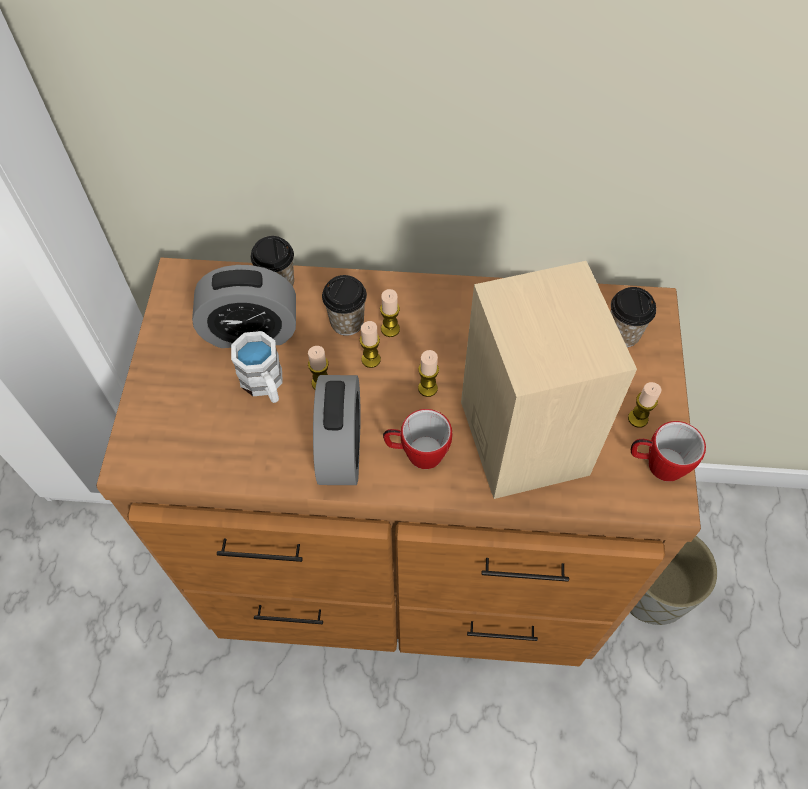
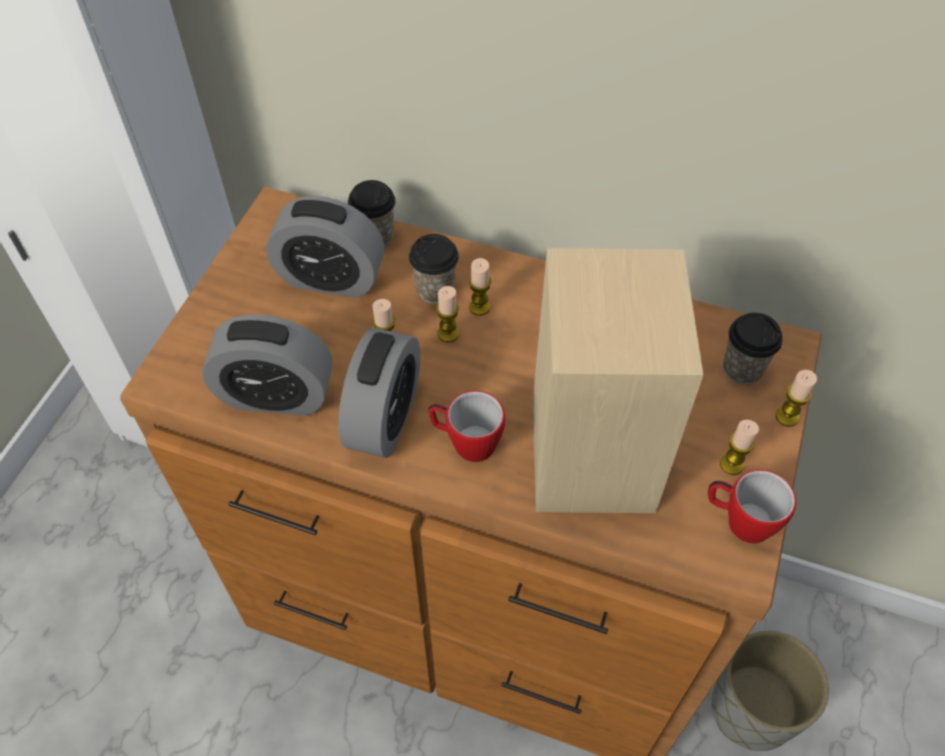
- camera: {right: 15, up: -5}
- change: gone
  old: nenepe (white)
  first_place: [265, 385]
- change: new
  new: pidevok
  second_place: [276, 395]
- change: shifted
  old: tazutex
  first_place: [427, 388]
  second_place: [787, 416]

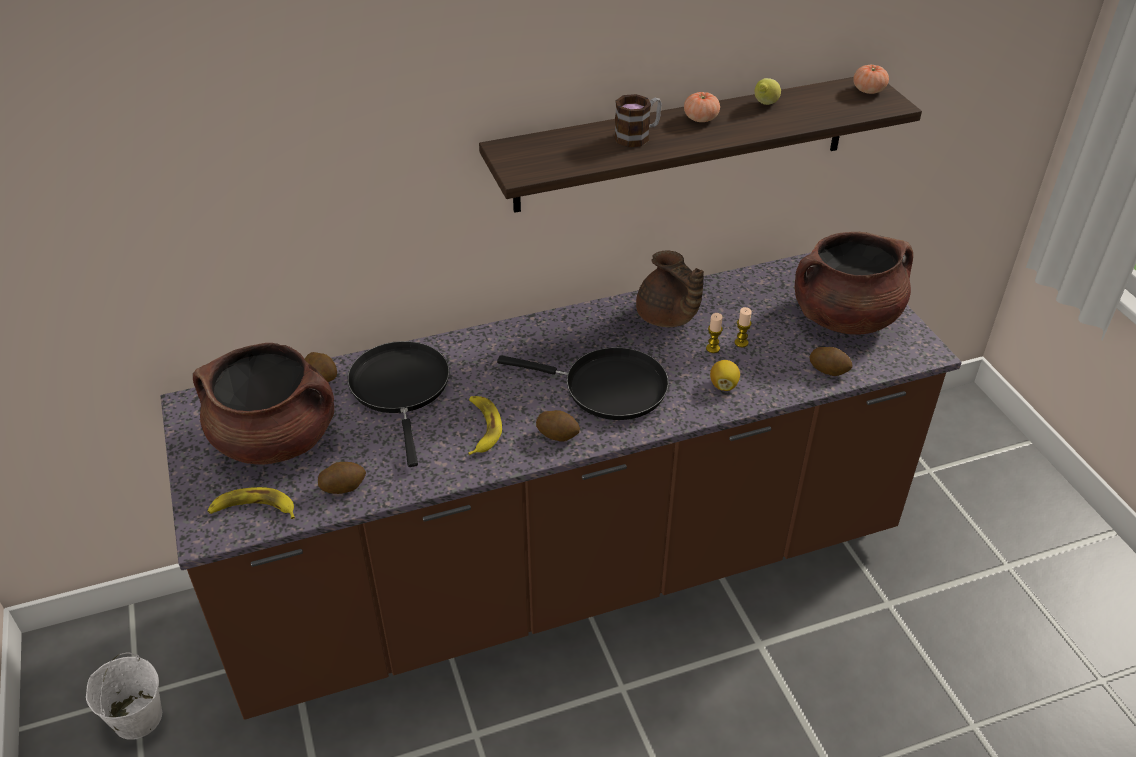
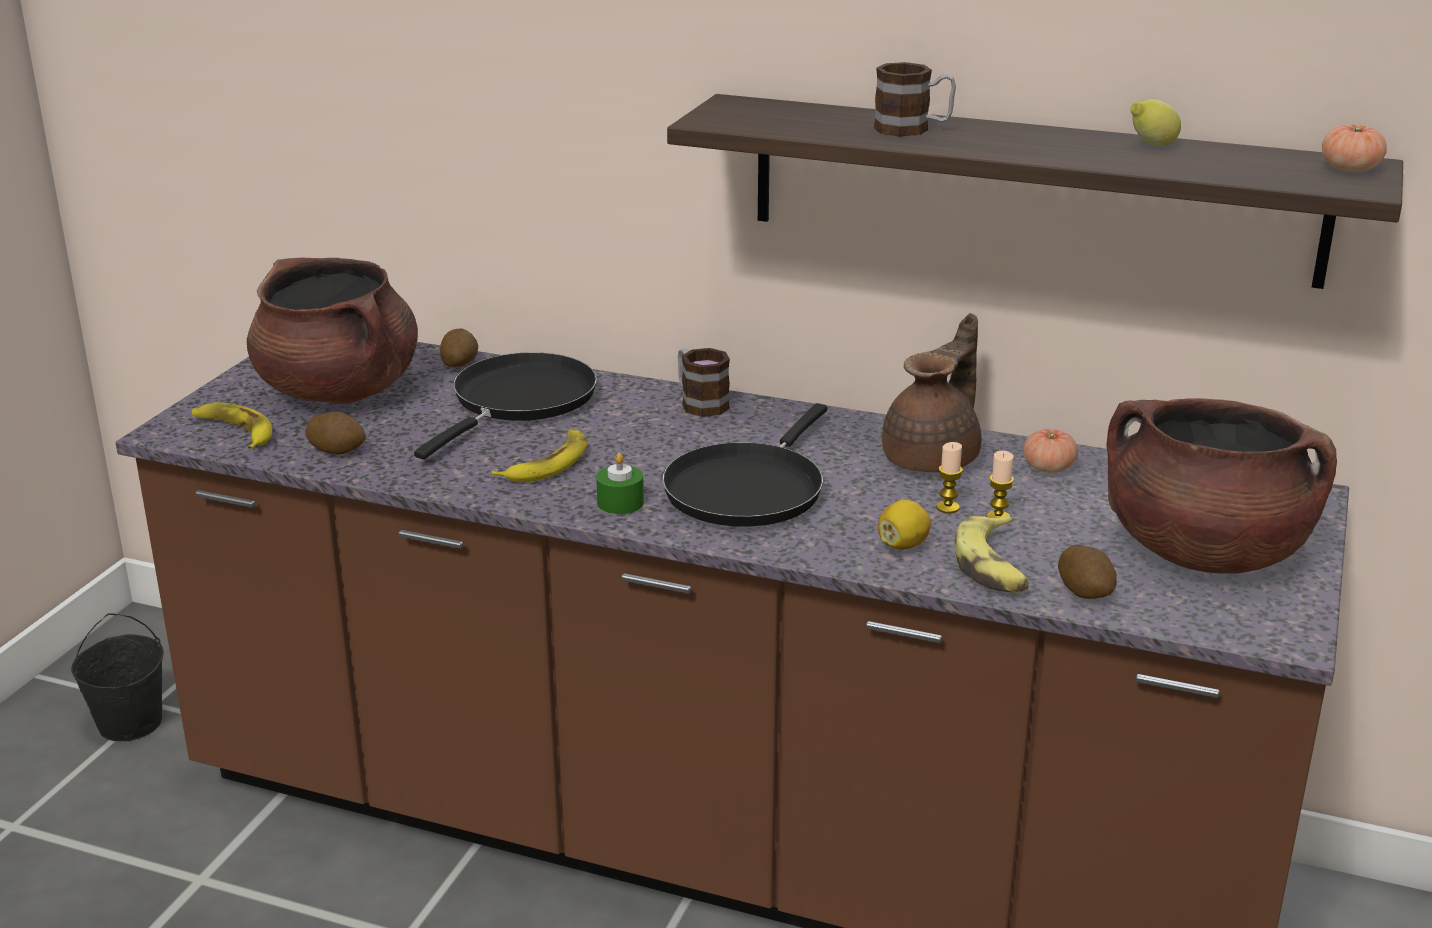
- camera: {right: 40, up: -15}
- change: new
  new: nenepe
  second_place: [699, 402]
- change: new
  new: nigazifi
  second_place: [994, 566]
- change: shifted
  old: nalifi
  first_place: [700, 118]
  second_place: [1048, 468]
- change: swapped
  old: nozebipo
  new: tazutex (green)
  first_place: [558, 434]
  second_place: [620, 503]
- change: repainted
  old: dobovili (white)
  new: dobovili (black)
  first_place: [137, 718]
  second_place: [130, 722]
- change: rotated
  old: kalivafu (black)
  first_place: [608, 388]
  second_place: [748, 489]
  degrees: 60
- change: rotated
  old: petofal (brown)
  first_place: [667, 317]
  second_place: [934, 458]
  degrees: -150

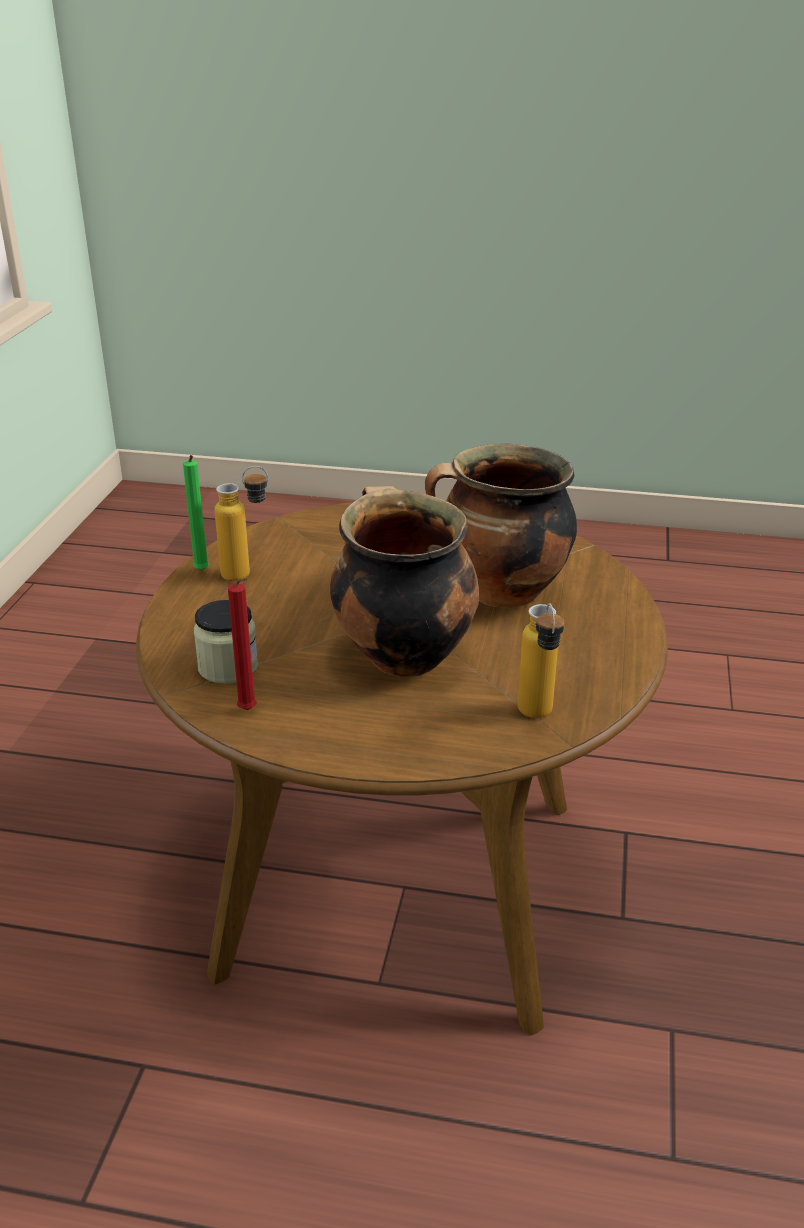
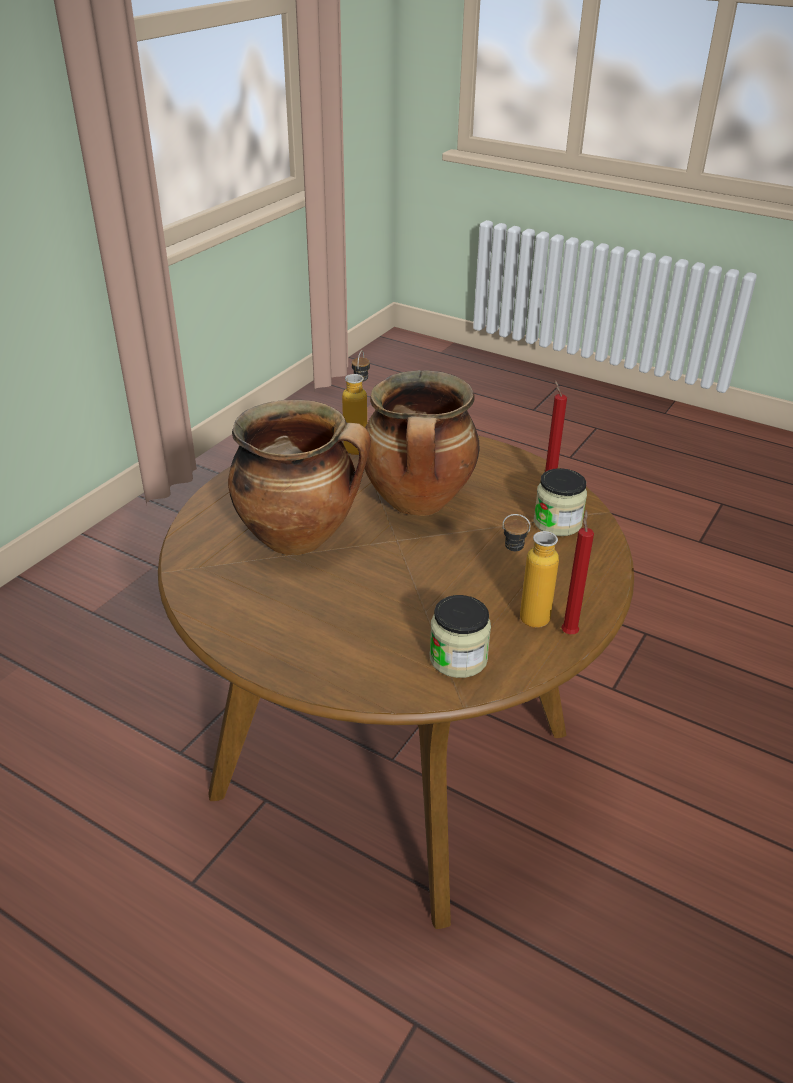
- camera: {right: -160, up: 5}
- change: new
  new: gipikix
  second_place: [458, 658]
- change: repainted
  old: tazutex (green)
  new: tazutex (red)
  first_place: [201, 572]
  second_place: [569, 632]

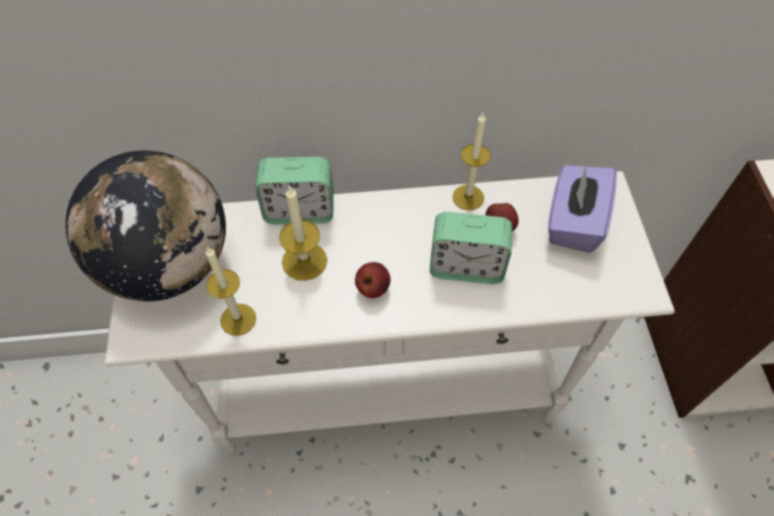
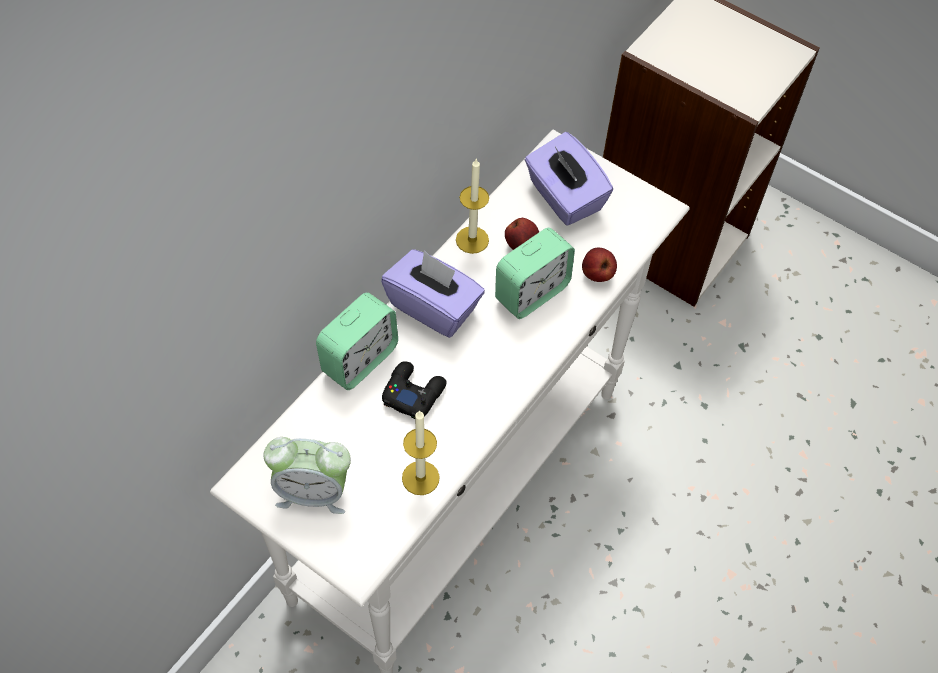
- camera: {right: -50, up: 0}
- change: new
  new: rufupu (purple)
  second_place: [433, 307]
- change: shifted
  old: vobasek
  first_place: [372, 288]
  second_place: [597, 274]
- change: swapped
  old: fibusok
  new: pidevok
  first_place: [170, 265]
  second_place: [313, 492]
- change: swapped
  old: tazutex
  new: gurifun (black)
  first_place: [304, 261]
  second_place: [413, 393]

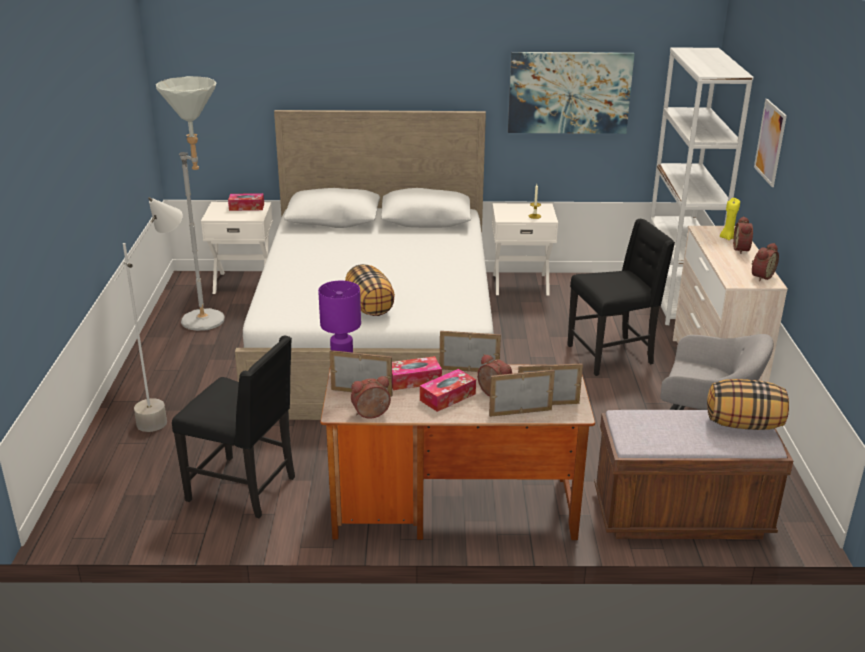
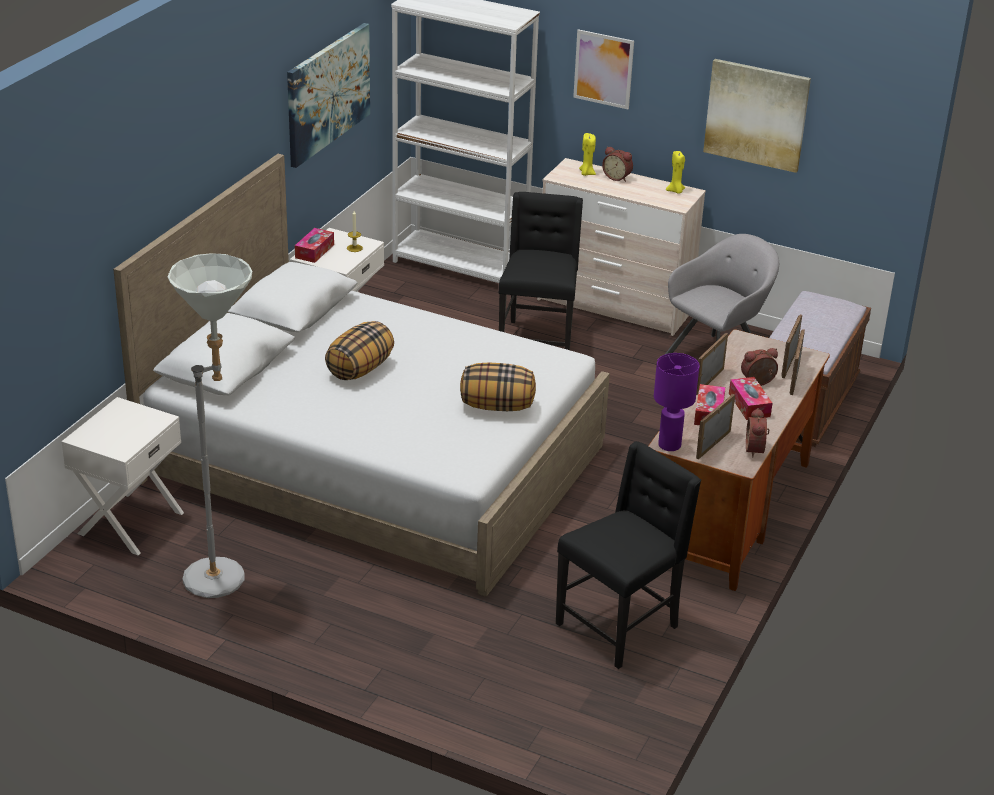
- camera: {right: -65, up: 5}
- change: gone
  old: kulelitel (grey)
  first_place: [170, 412]
- change: new
  new: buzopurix
  second_place: [756, 114]
- change: shifted
  old: rufupu
  first_place: [246, 207]
  second_place: [314, 251]
- change: shifted
  old: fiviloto
  first_place: [744, 424]
  second_place: [360, 369]
- change: swapped
  old: pidevok
  new: tazutex (yellow)
  first_place: [760, 276]
  second_place: [675, 191]

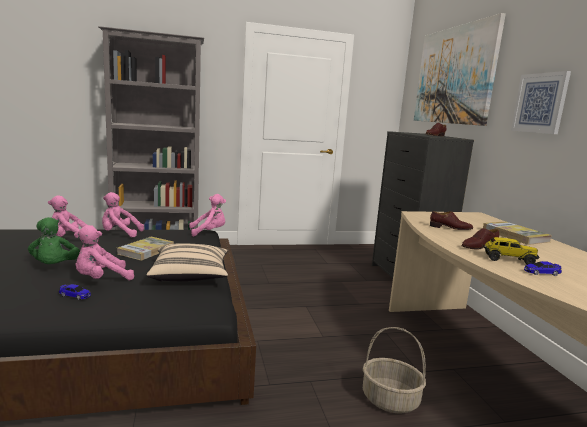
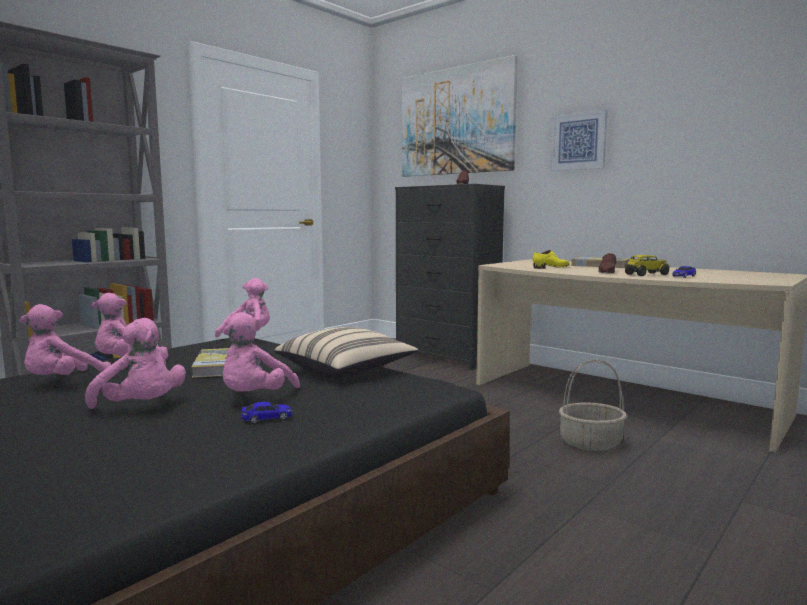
- camera: {right: -35, up: -5}
- change: repainted
  old: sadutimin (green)
  new: sadutimin (pink)
  first_place: [54, 267]
  second_place: [141, 407]
- change: repainted
  old: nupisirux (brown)
  new: nupisirux (yellow)
  first_place: [450, 228]
  second_place: [551, 267]

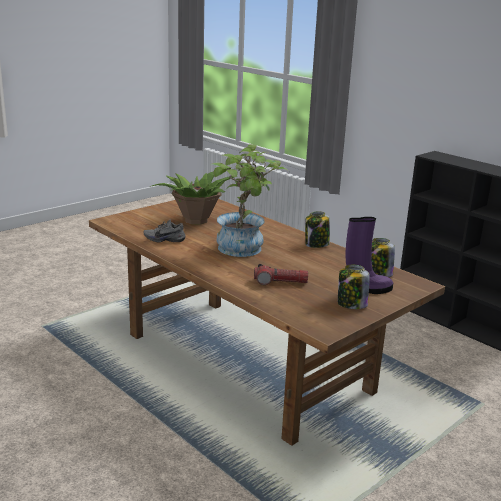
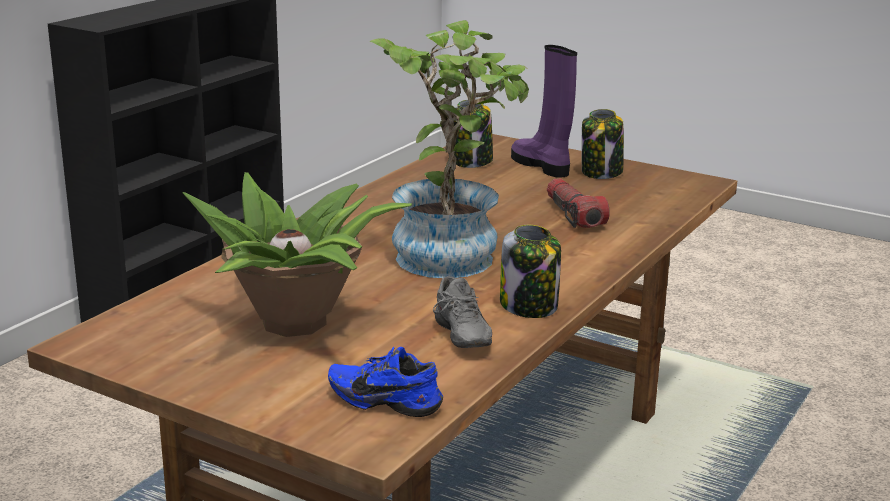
- camera: {right: -105, up: 0}
- change: new
  new: nupisirux (blue)
  second_place: [386, 400]
- change: shifted
  old: gipikix
  first_place: [316, 244]
  second_place: [529, 306]

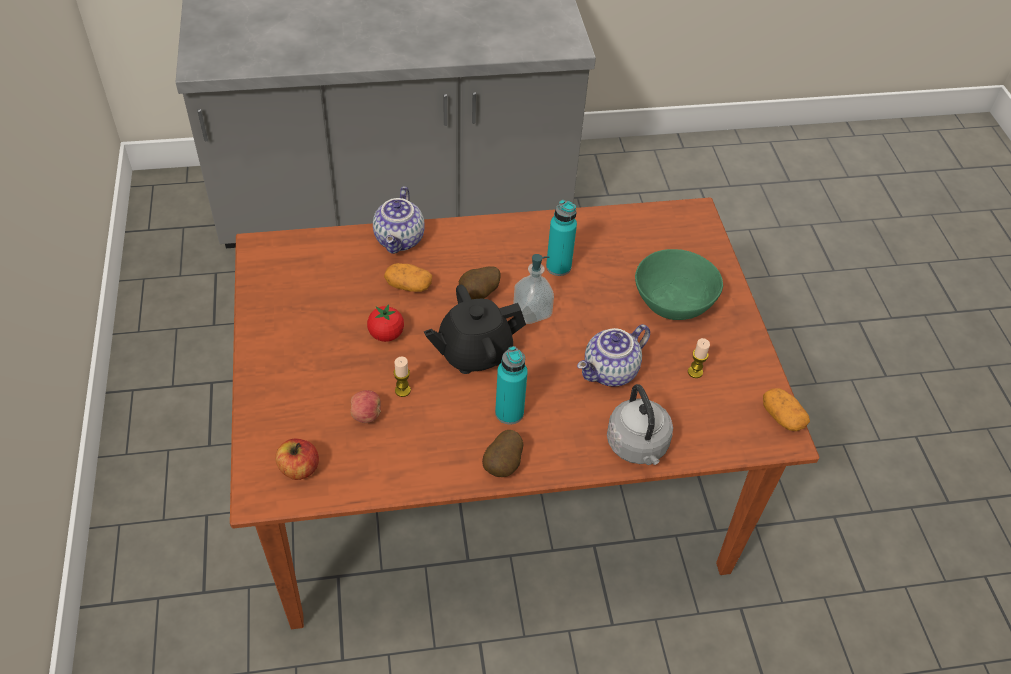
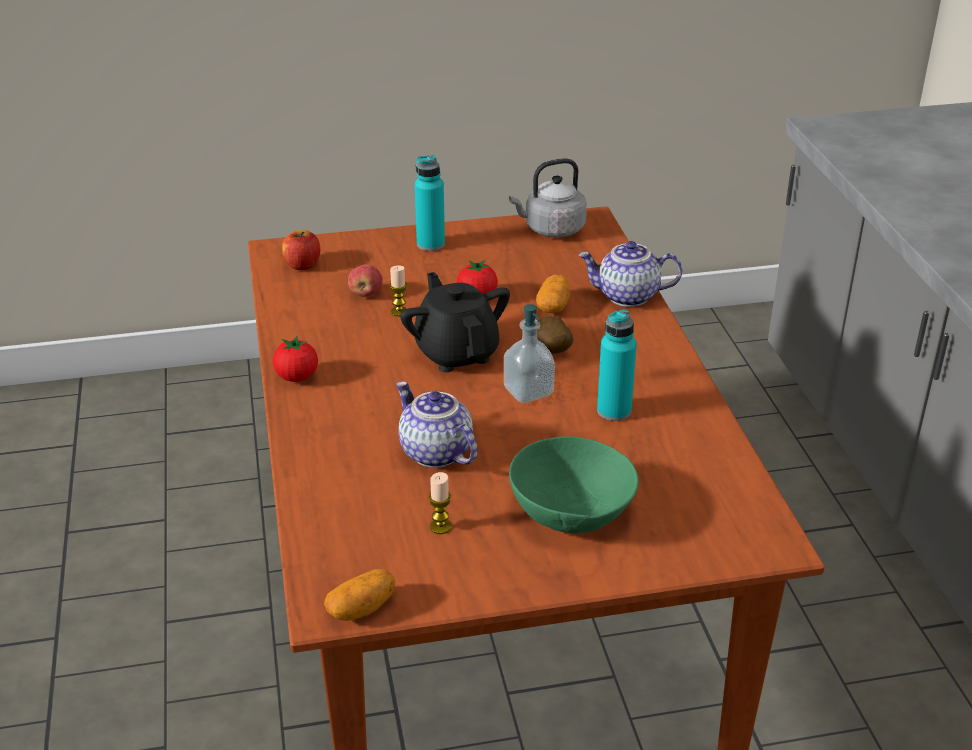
- camera: {right: 90, up: -15}
- change: shifted
  old: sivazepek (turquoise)
  first_place: [509, 413]
  second_place: [430, 244]
- change: shifted
  old: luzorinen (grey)
  first_place: [638, 447]
  second_place: [551, 229]
- change: swapped
  old: nozebipo
  new: nalifi
  first_place: [503, 465]
  second_place: [297, 377]

